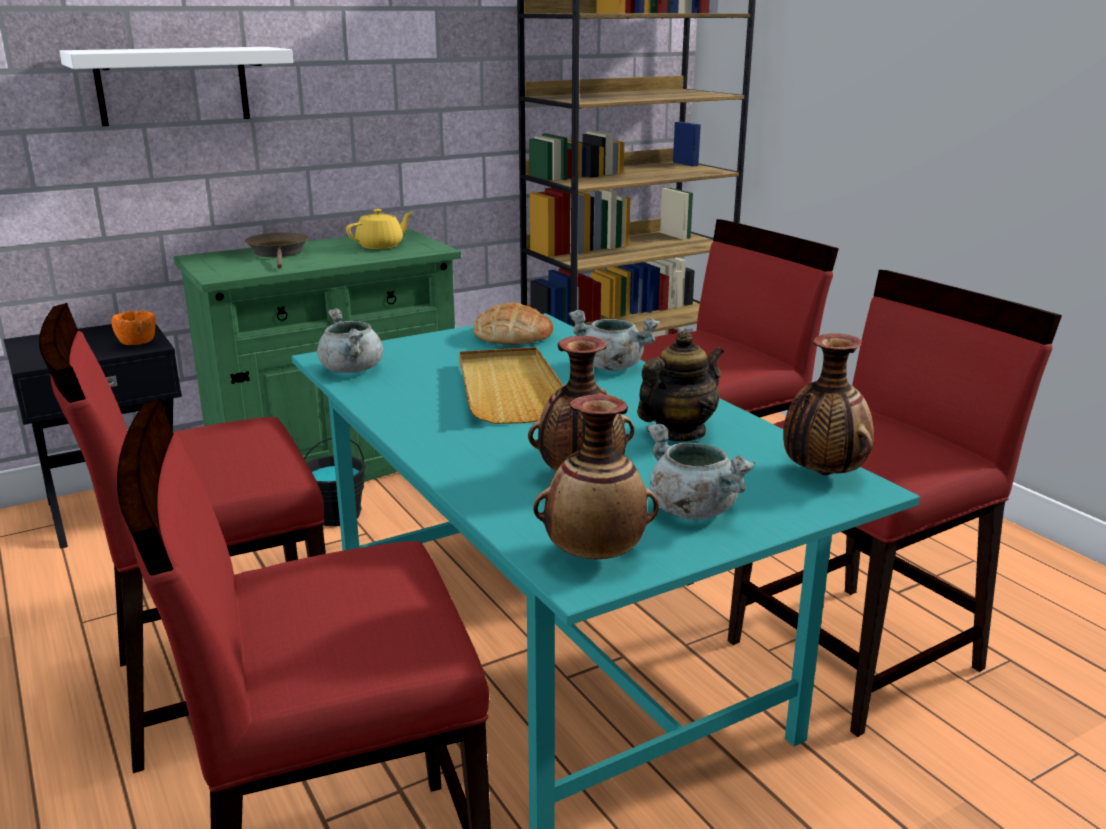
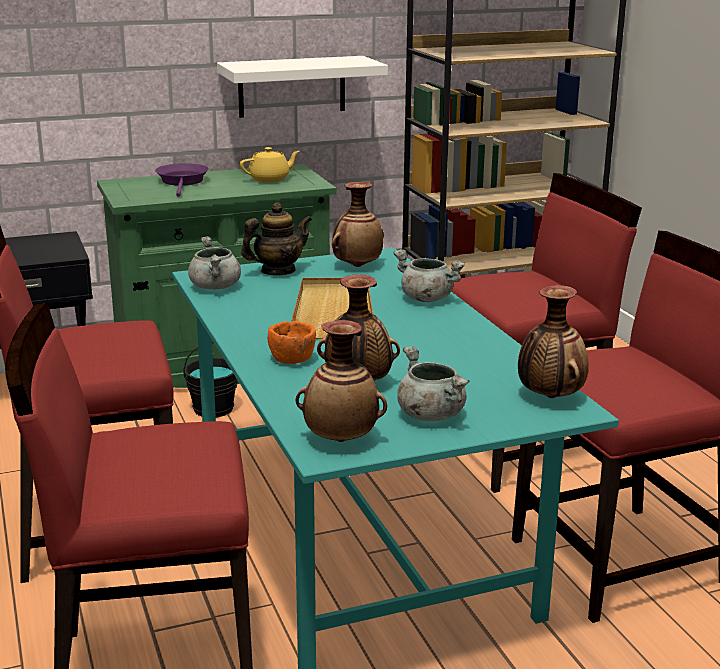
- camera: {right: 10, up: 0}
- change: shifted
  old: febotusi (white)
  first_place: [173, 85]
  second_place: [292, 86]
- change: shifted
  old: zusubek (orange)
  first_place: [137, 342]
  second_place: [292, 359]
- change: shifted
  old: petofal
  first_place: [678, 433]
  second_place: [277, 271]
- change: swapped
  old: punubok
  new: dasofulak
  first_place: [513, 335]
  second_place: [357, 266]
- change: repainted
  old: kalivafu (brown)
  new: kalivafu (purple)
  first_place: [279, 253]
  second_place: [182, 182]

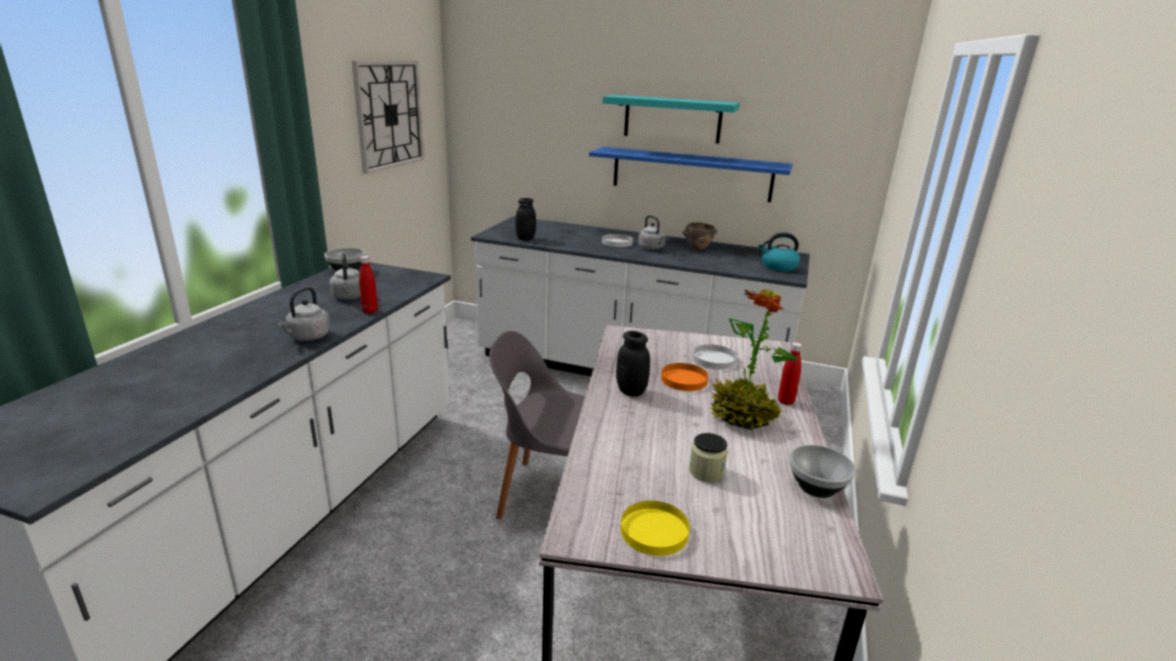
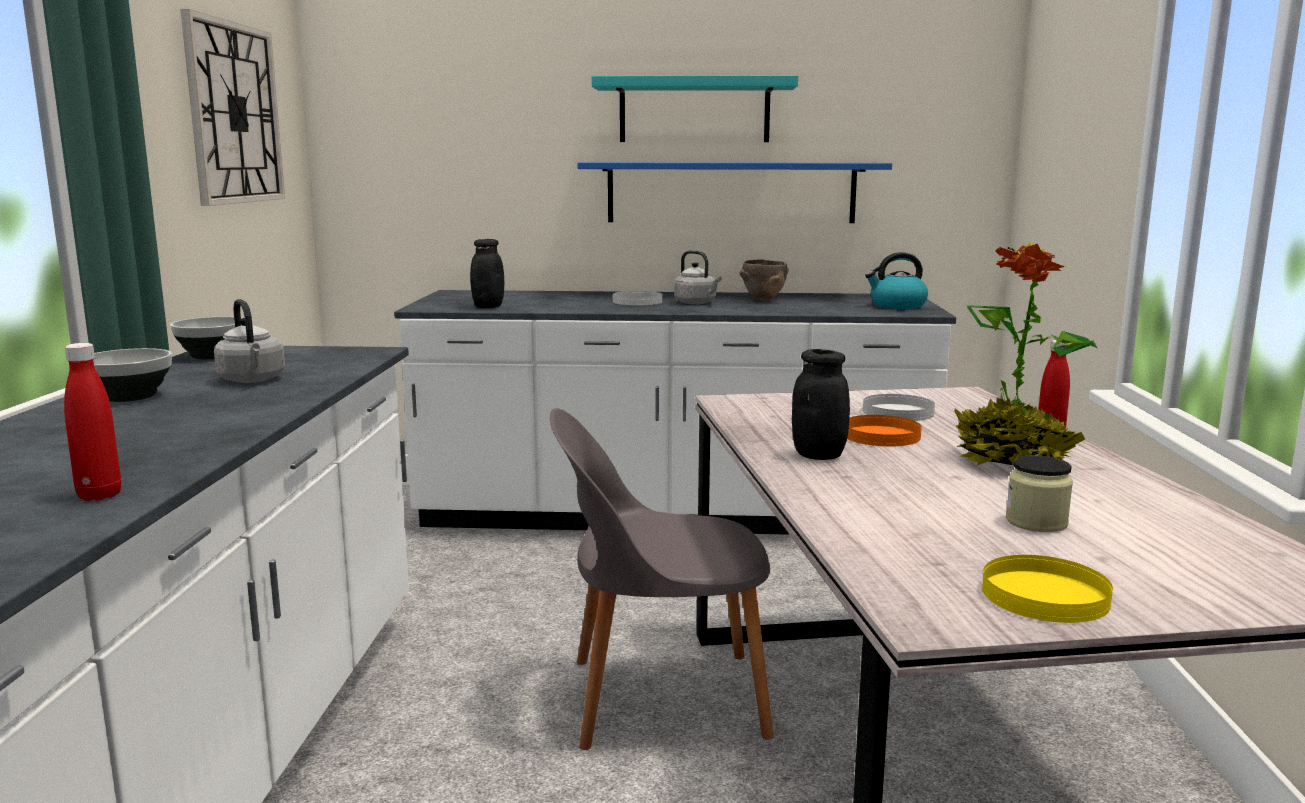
- camera: {right: -15, up: -10}
- change: gone
  old: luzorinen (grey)
  first_place: [307, 337]
- change: shifted
  old: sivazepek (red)
  first_place: [370, 311]
  second_place: [99, 495]
- change: shifted
  old: zusubek
  first_place: [817, 487]
  second_place: [131, 396]

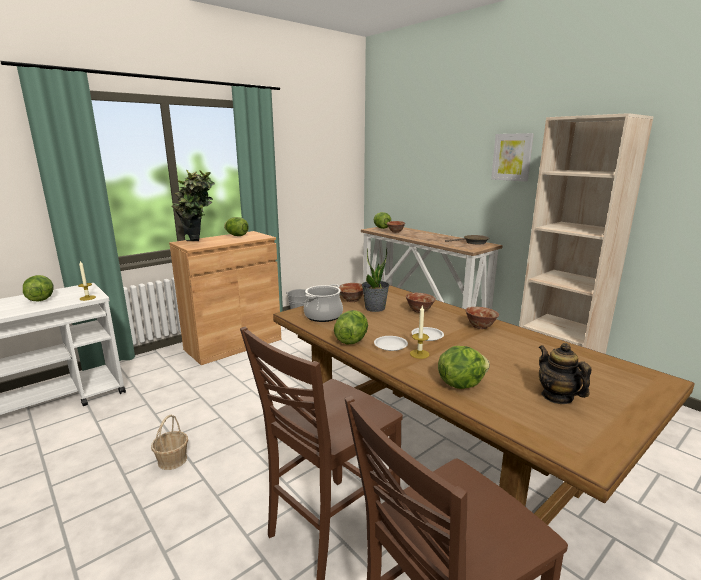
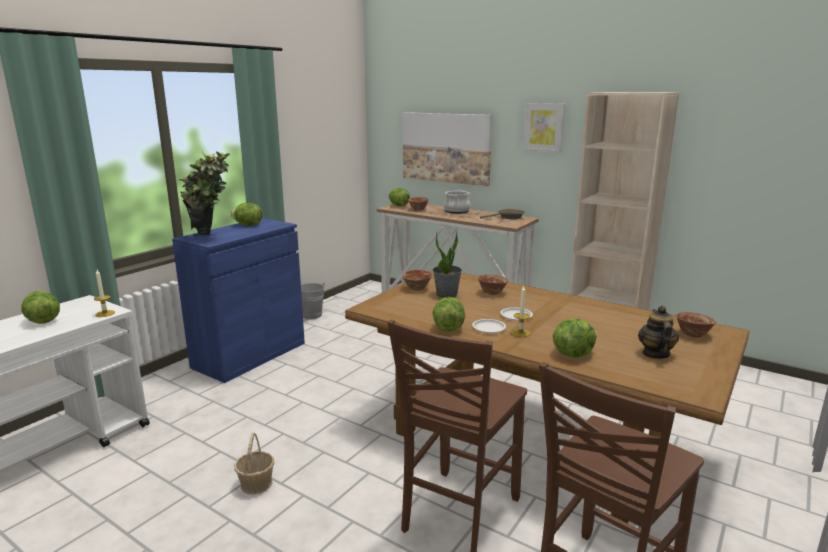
- camera: {right: -15, up: 0}
- change: new
  new: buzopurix
  second_place: [446, 147]
- change: shifted
  old: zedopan
  first_place: [323, 316]
  second_place: [456, 211]
- change: shifted
  old: zusubek
  first_place: [480, 326]
  second_place: [692, 334]
- change: repainted
  old: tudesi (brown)
  new: tudesi (blue)
  first_place: [233, 344]
  second_place: [249, 355]
- change: rotated
  old: petofal
  first_place: [557, 396]
  second_place: [655, 354]
  degrees: 45

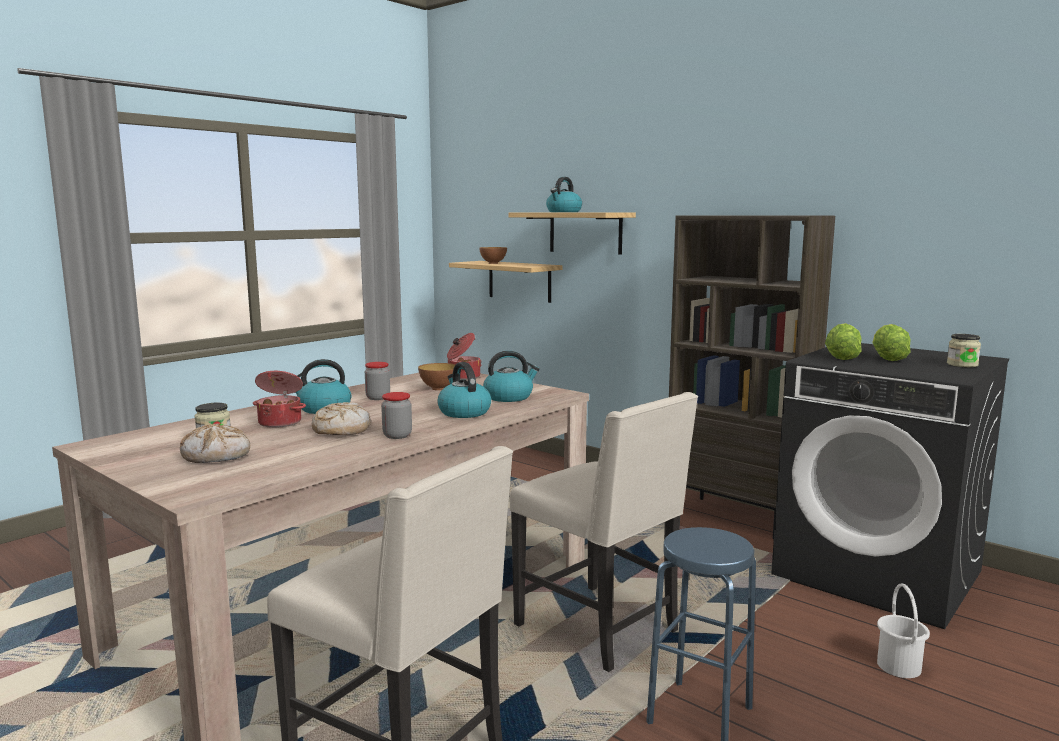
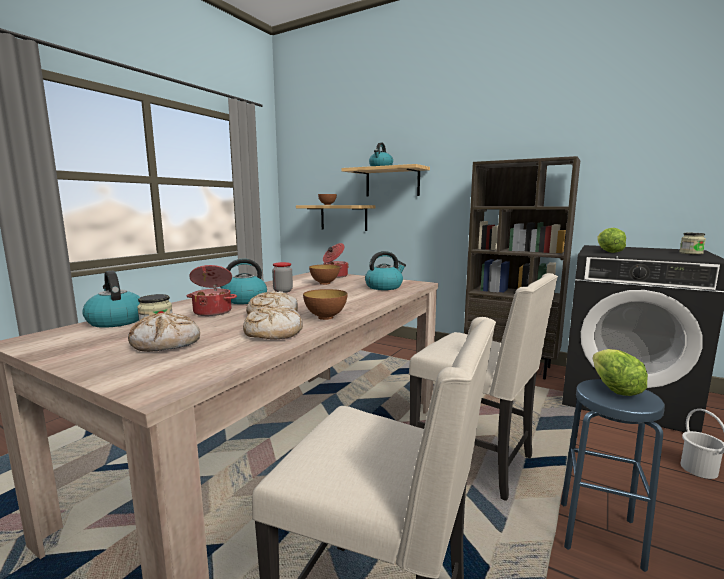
- camera: {right: -10, up: 0}
- change: new
  new: punubok
  second_place: [273, 332]
- change: shifted
  old: luzorinen
  first_place: [463, 412]
  second_place: [115, 321]
- change: shifted
  old: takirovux
  first_place: [887, 358]
  second_place: [614, 389]
- change: swapped
  old: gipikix
  new: zusubek
  first_place: [397, 435]
  second_place: [325, 317]

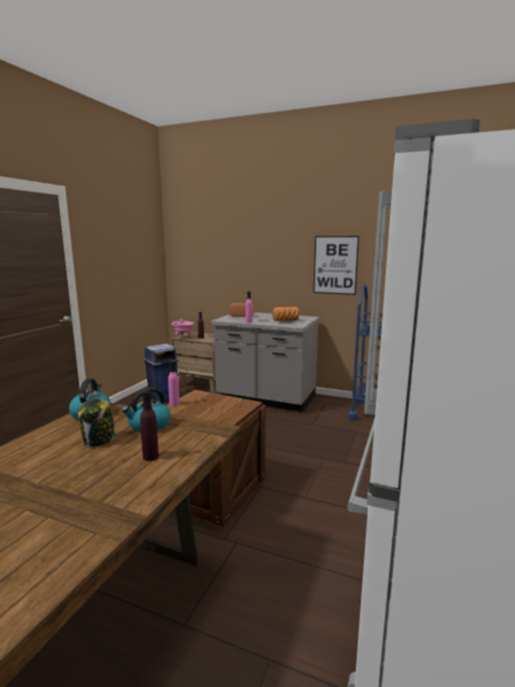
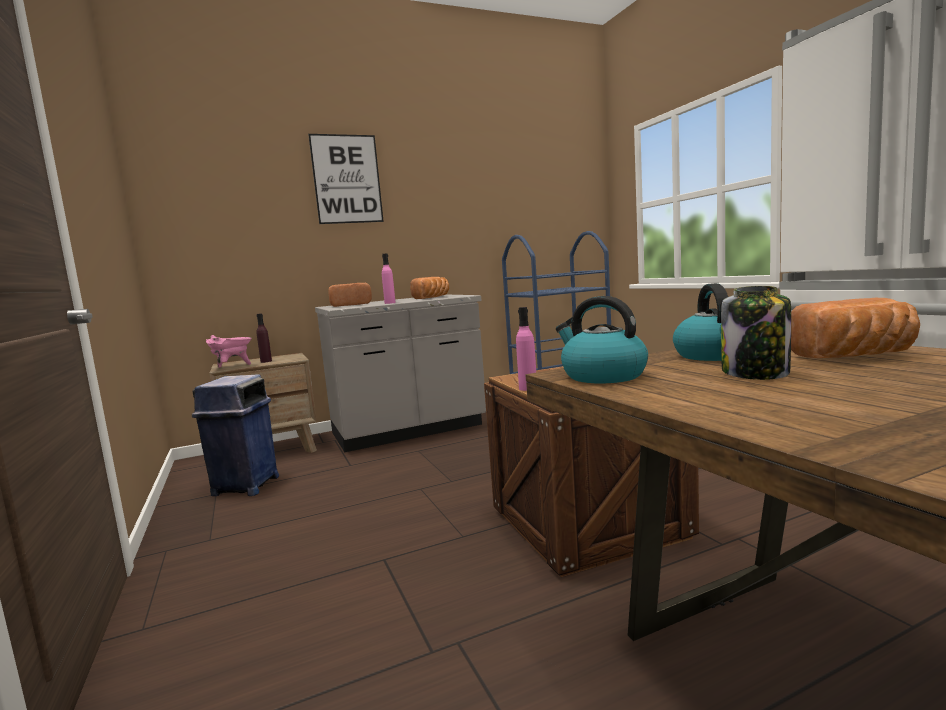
- camera: {right: -45, up: -5}
- change: shifted
  old: buzopurix
  first_place: [335, 265]
  second_place: [347, 179]
- change: swapped
  old: sivazepek (purple)
  new: punubok
  first_place: [150, 457]
  second_place: [856, 356]

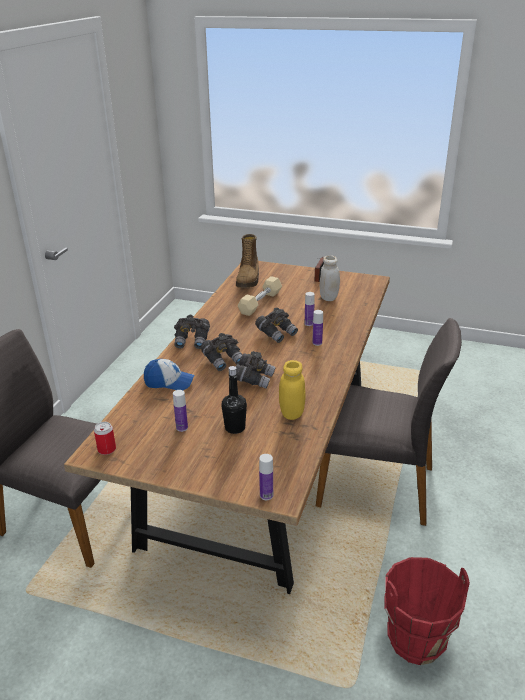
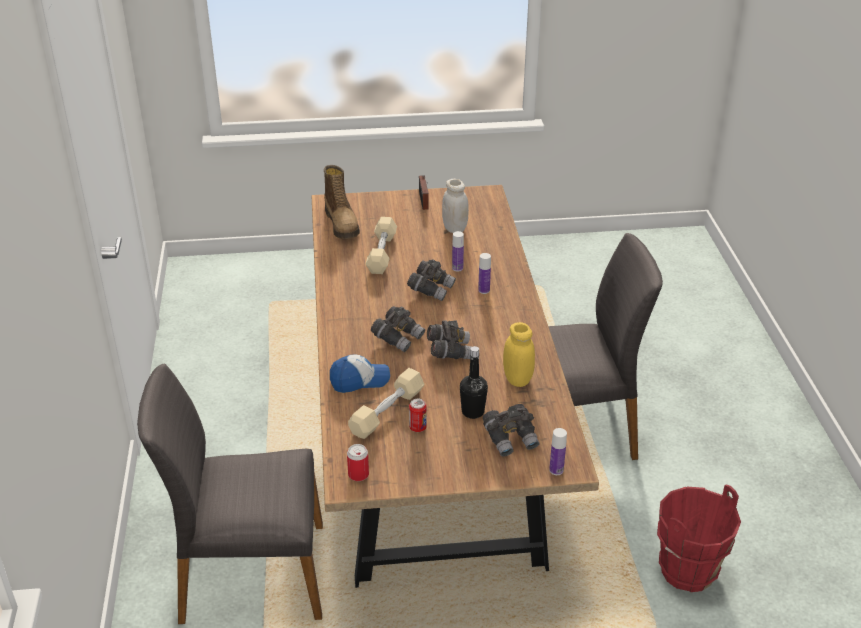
- camera: {right: -25, up: 5}
- change: new
  new: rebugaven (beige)
  second_place: [387, 412]
- change: shifted
  old: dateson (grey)
  first_place: [192, 341]
  second_place: [511, 439]
- change: swapped
  old: sivazepek
  new: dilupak
  first_place: [182, 428]
  second_place: [417, 427]

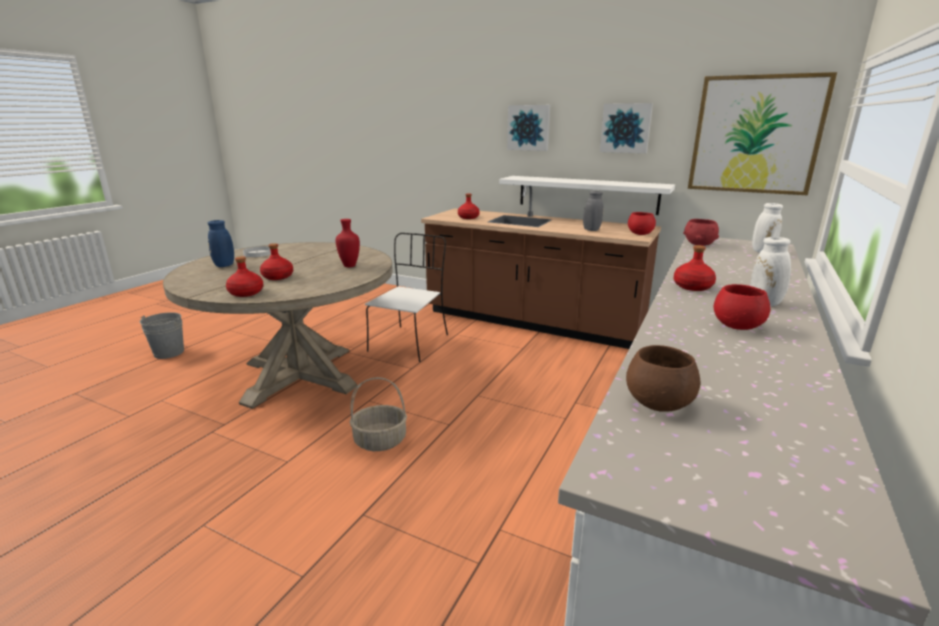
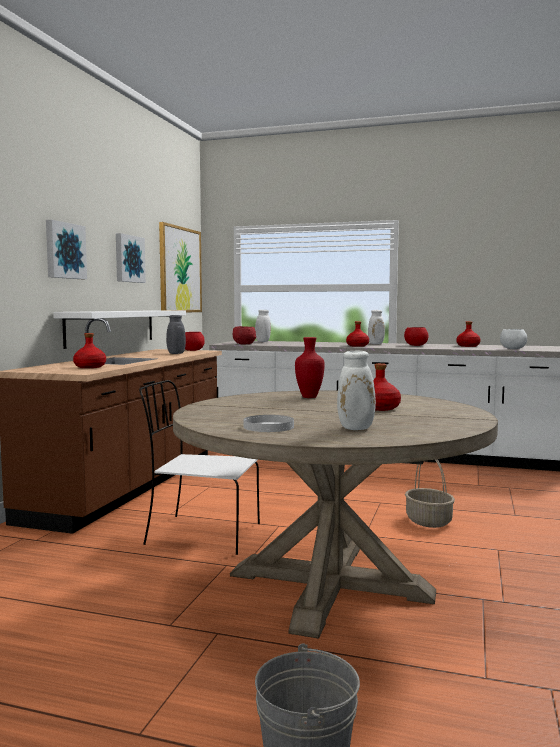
- camera: {right: -100, up: -15}
- change: shifted
  old: sivazepek (red)
  first_place: [245, 293]
  second_place: [468, 346]
- change: repainted
  old: dasofulak (blue)
  new: dasofulak (white)
  first_place: [224, 266]
  second_place: [358, 428]
- change: repainted
  old: zusubek (brown)
  new: zusubek (white)
  first_place: [659, 403]
  second_place: [512, 349]

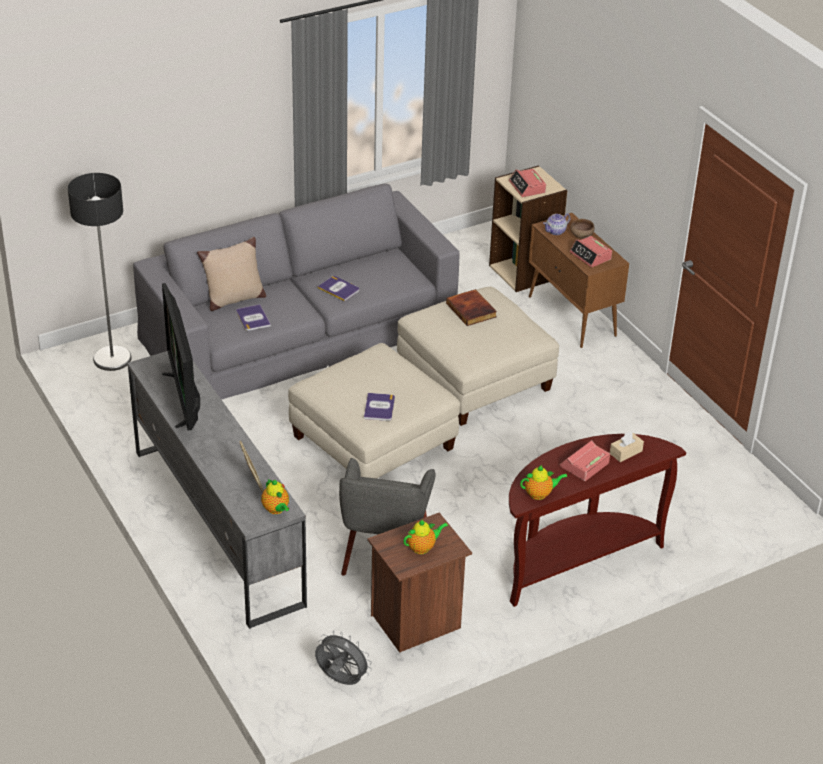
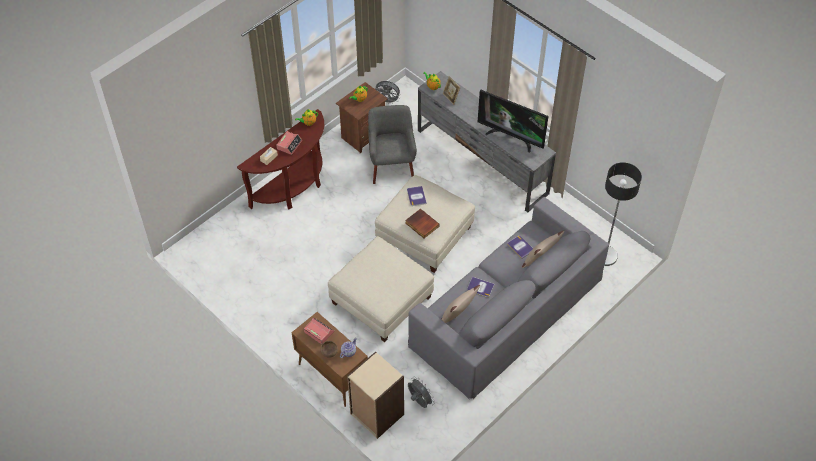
- camera: {right: 165, up: 15}
- change: gone
  old: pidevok
  first_place: [527, 187]
- change: new
  new: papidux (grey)
  second_place: [419, 401]
- change: new
  new: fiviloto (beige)
  second_place: [458, 315]
- change: shifted
  old: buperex
  first_place: [472, 310]
  second_place: [421, 225]
- change: rotated
  old: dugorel
  first_place: [185, 398]
  second_place: [511, 137]
  degrees: 150

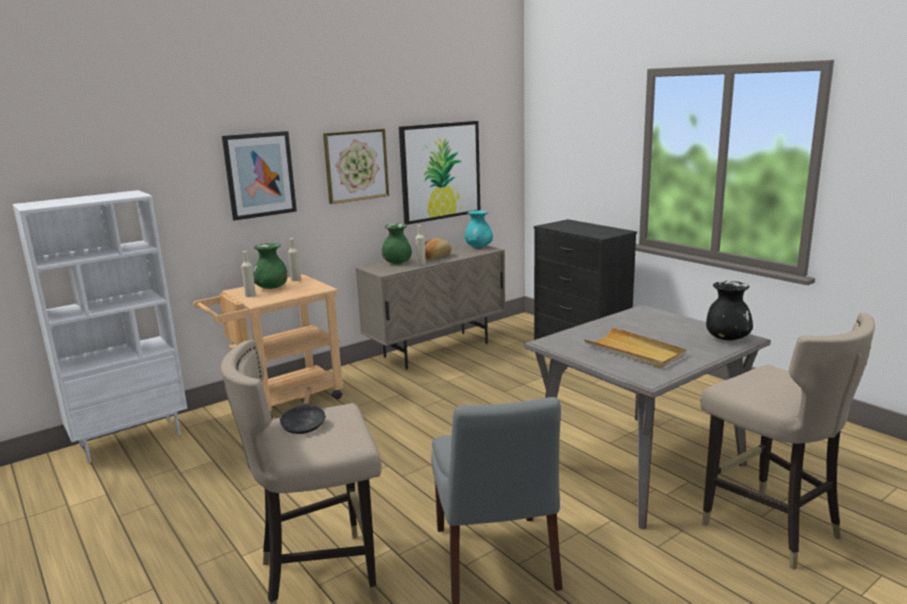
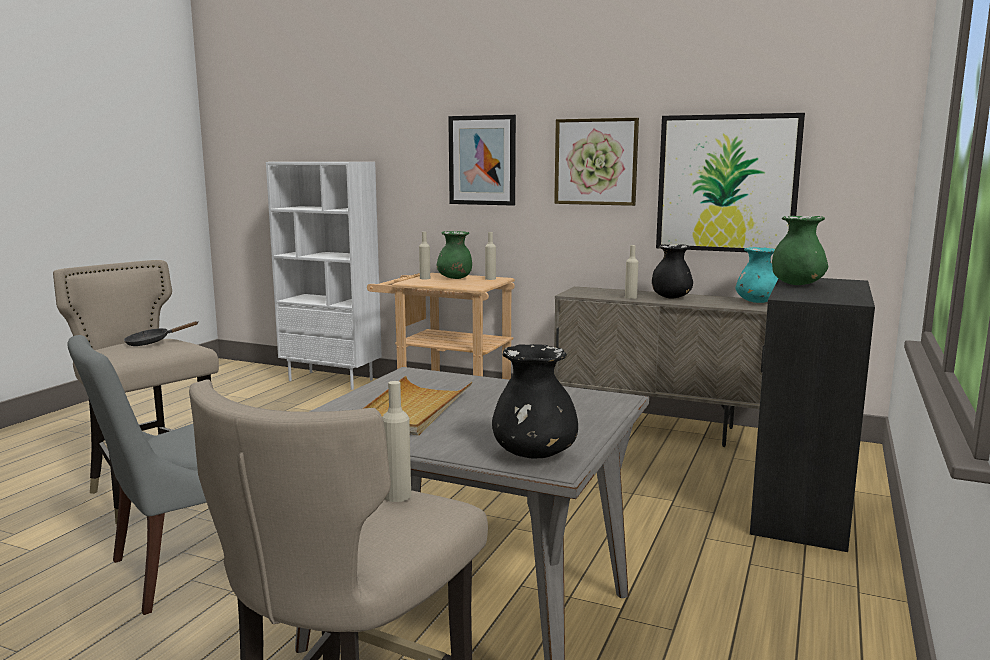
- camera: {right: 60, up: -5}
- change: new
  new: sivazepek (beige)
  second_place: [397, 496]
- change: shifted
  old: dasofulak (green)
  first_place: [397, 263]
  second_place: [797, 284]
- change: swapped
  old: punubok
  new: dasofulak (black)
  first_place: [436, 257]
  second_place: [671, 297]

